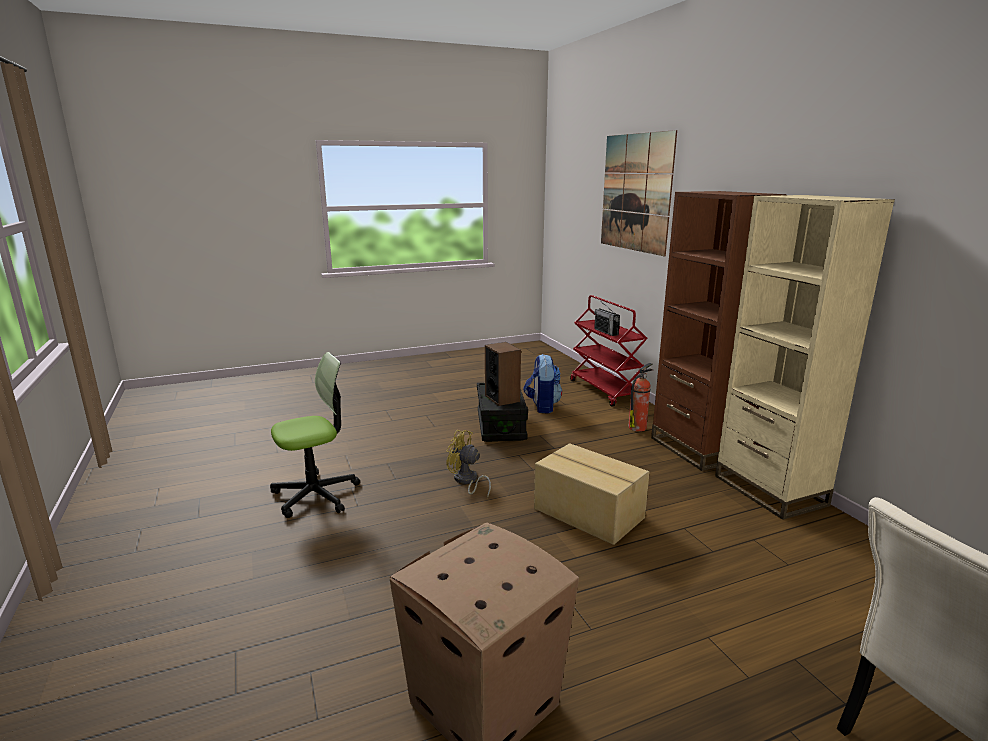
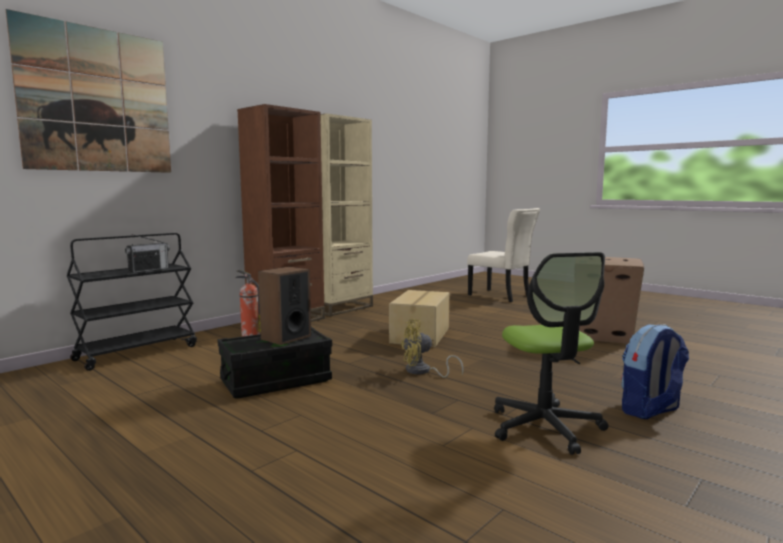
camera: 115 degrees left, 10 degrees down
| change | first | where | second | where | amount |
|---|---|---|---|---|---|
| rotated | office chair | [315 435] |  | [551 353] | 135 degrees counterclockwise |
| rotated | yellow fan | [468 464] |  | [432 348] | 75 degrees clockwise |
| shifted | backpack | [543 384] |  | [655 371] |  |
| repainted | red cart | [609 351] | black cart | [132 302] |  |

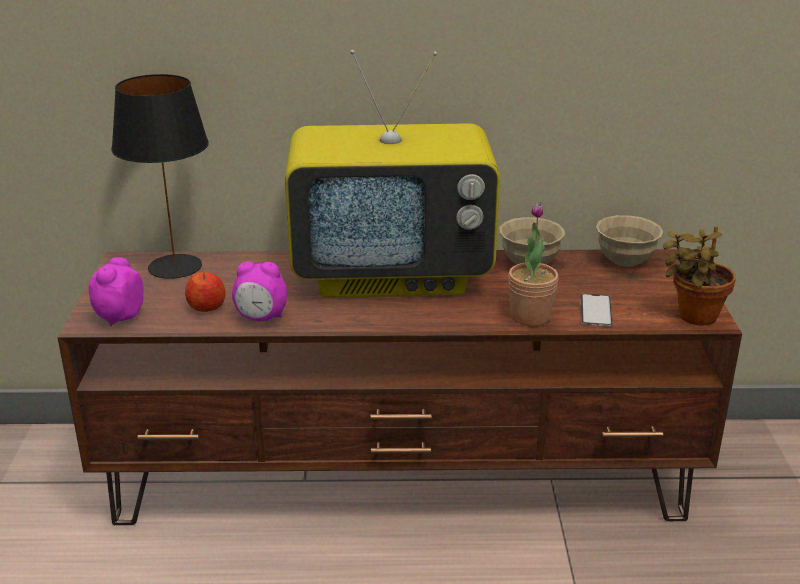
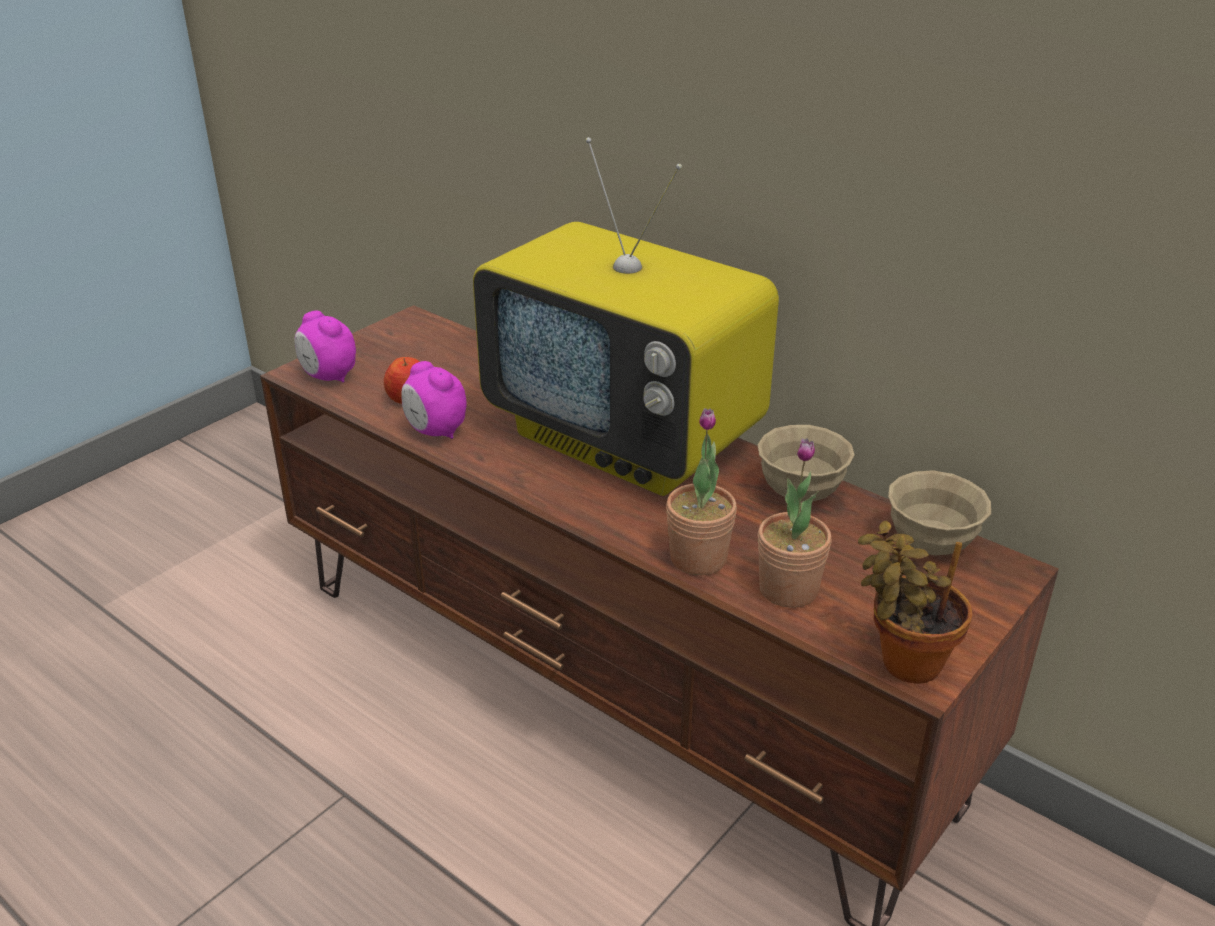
camera: 40 degrees right, 5 degrees up
| change | first | where | second | where | amount |
|---|---|---|---|---|---|
| rotated | alarm clock | [116 291] |  | [325 347] | 105 degrees counterclockwise |
| gone | black table lamp | [160 176] |  |  |  |
| swapped | phone | [597 310] | potted plant | [795 523] |  |

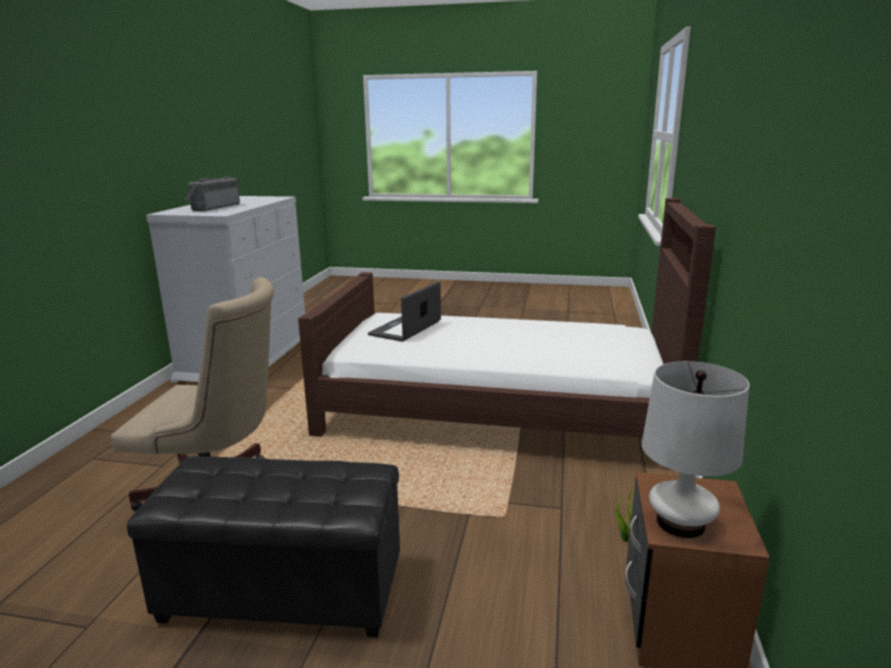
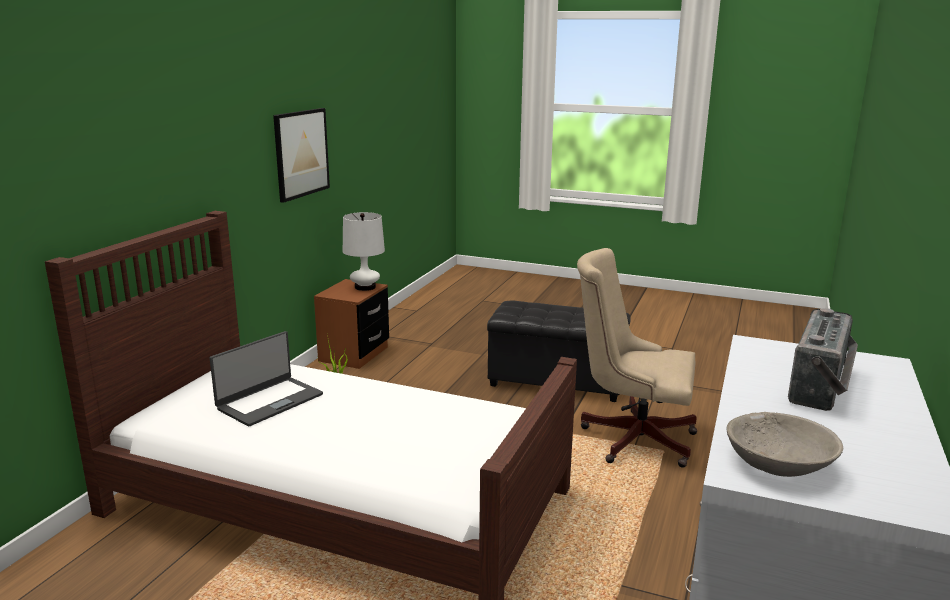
camera: 170 degrees left, 0 degrees up
| change | first | where | second | where | amount |
|---|---|---|---|---|---|
| shifted | laptop | [404 311] |  | [266 378] |  |
| new |  |  | picture | [301 155] |  |
| new |  |  | grey bowl | [784 444] |  |

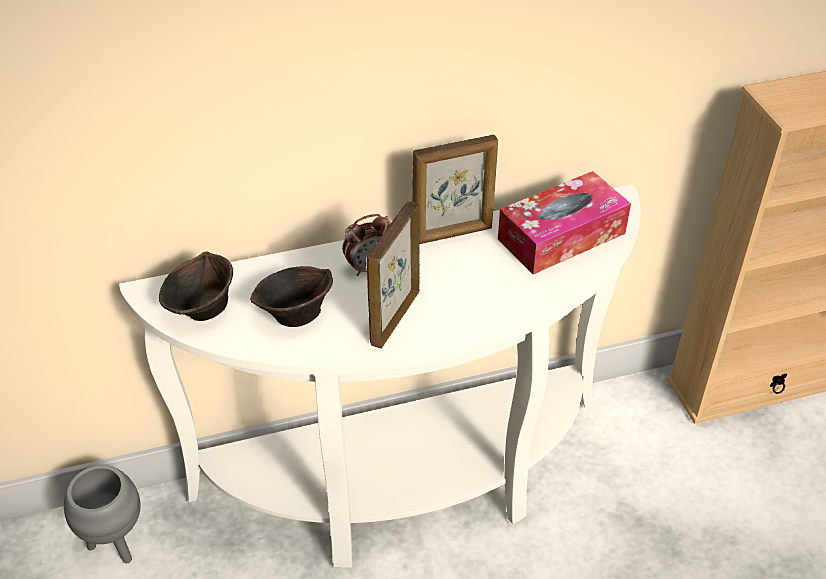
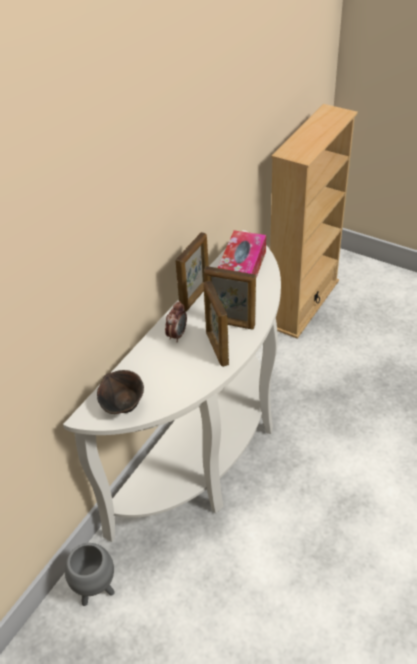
camera: 40 degrees left, 0 degrees up
| change | first | where | second | where | amount |
|---|---|---|---|---|---|
| gone | brown bowl | [291 296] |  |  |  |
| new |  |  | picture frame | [230 298] |  |

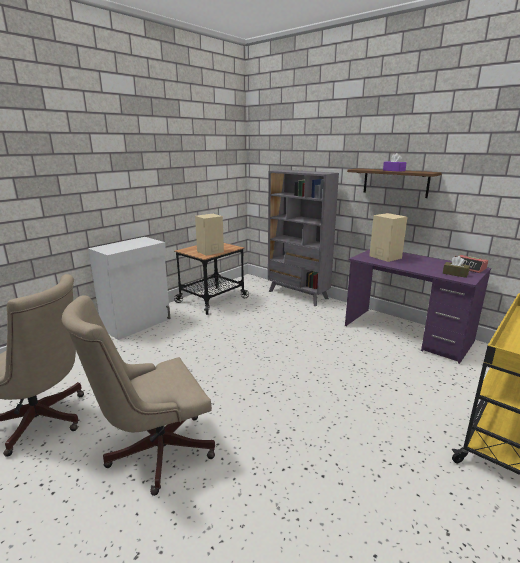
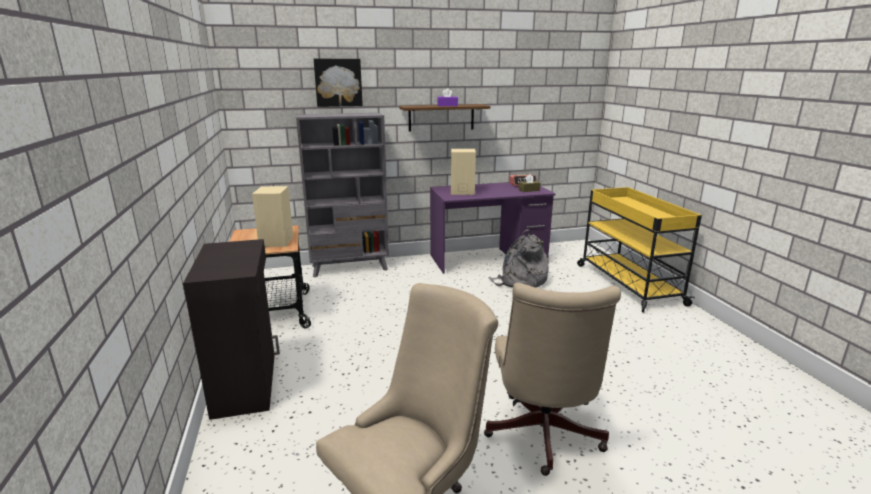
camera: 55 degrees left, 0 degrees up
| change | first | where | second | where | amount |
|---|---|---|---|---|---|
| repainted | white cabinet | [129 288] | black cabinet | [231 329] |  |
| new |  |  | picture | [338 83] |  |
| new |  |  | grey backpack | [518 258] |  |

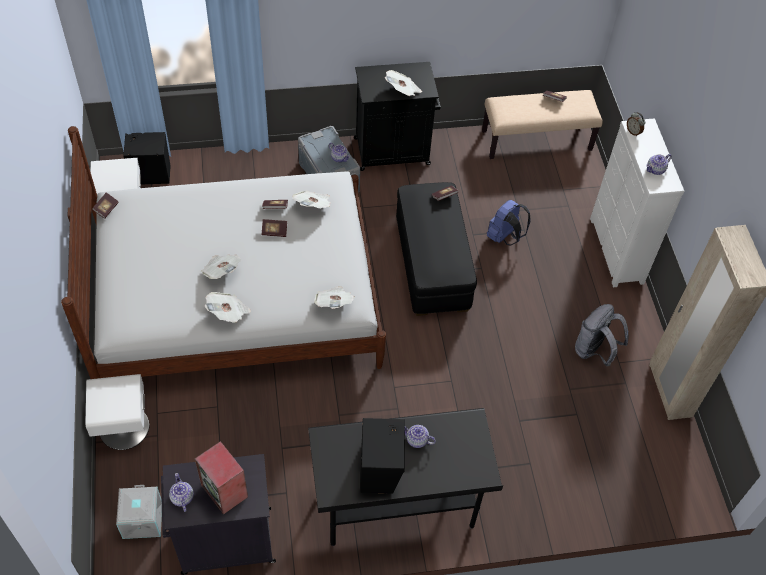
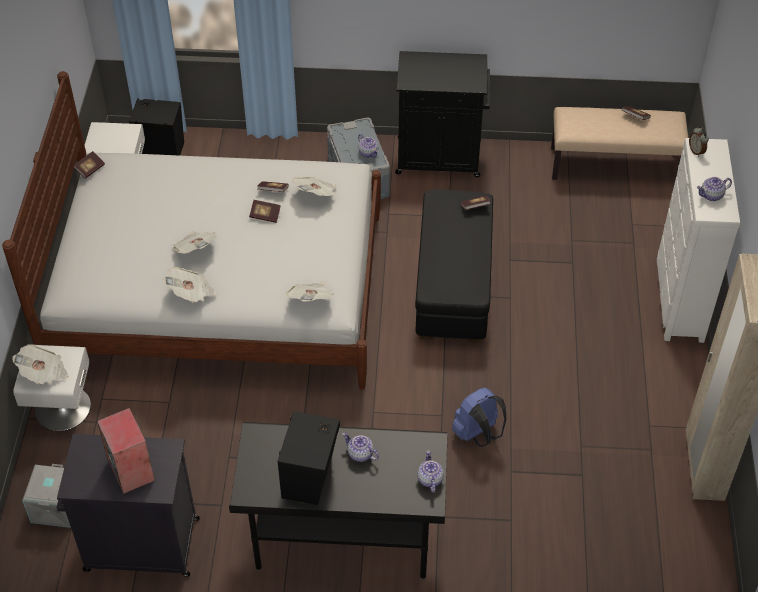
camera: 15 degrees right, 5 degrees down
| change | first | where | second | where | amount |
|---|---|---|---|---|---|
| shifted | teapot | [181 492] |  | [430 471] |  |
| shifted | newspaper | [403 83] |  | [40 364] |  |
| shifted | blue backpack | [509 222] |  | [479 417] |  |
| gone | grey backpack | [602 335] |  |  |  |

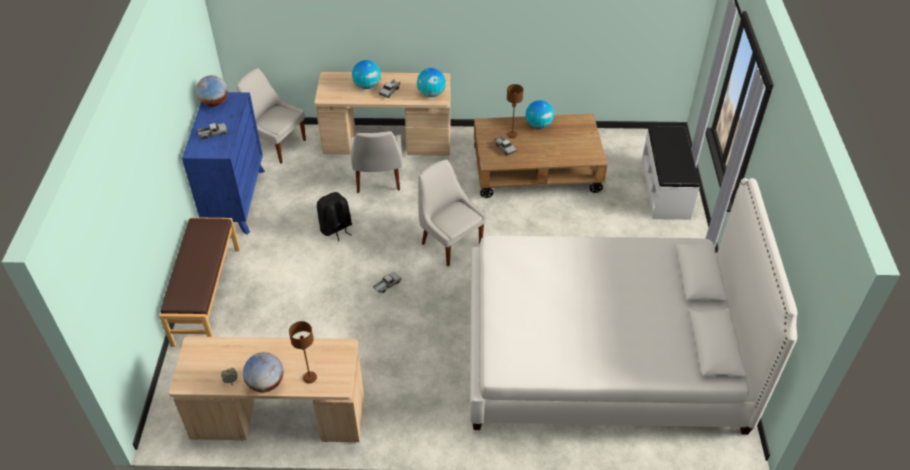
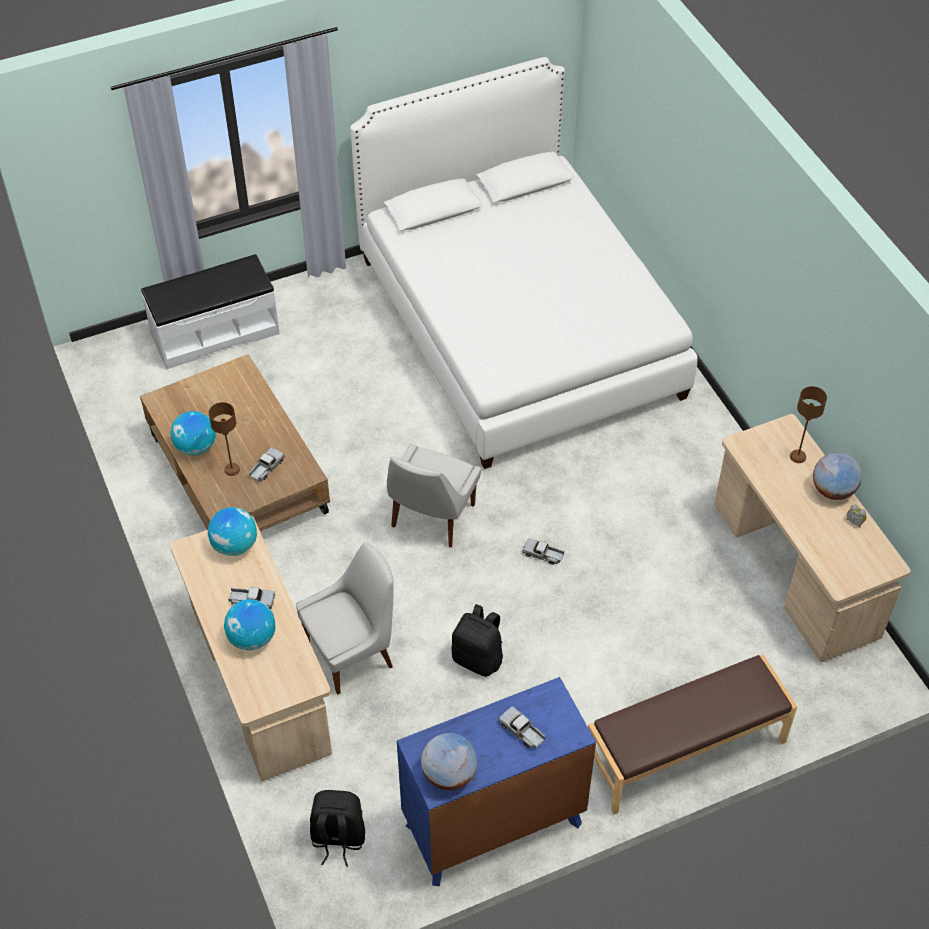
camera: 115 degrees left, 5 degrees up
| change | first | where | second | where | amount |
|---|---|---|---|---|---|
| swapped | white chair | [271 116] | black backpack | [337 828] |  |

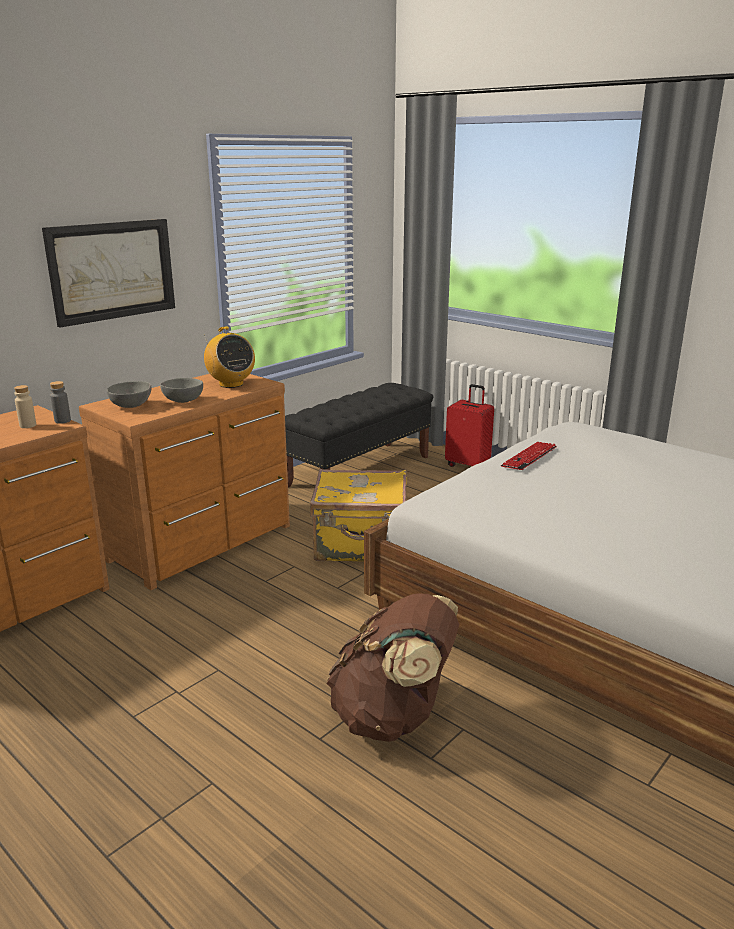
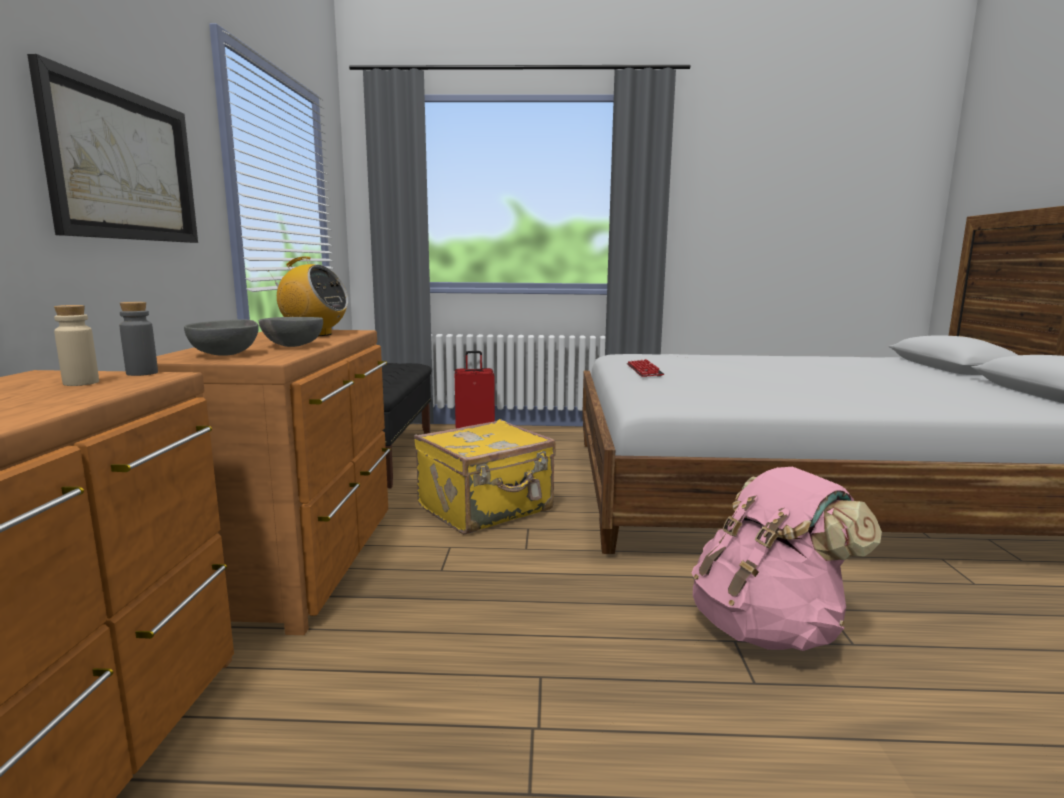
camera: 40 degrees left, 10 degrees down
| change | first | where | second | where | amount |
|---|---|---|---|---|---|
| repainted | brown backpack | [393 667] | pink backpack | [787 559] |  |

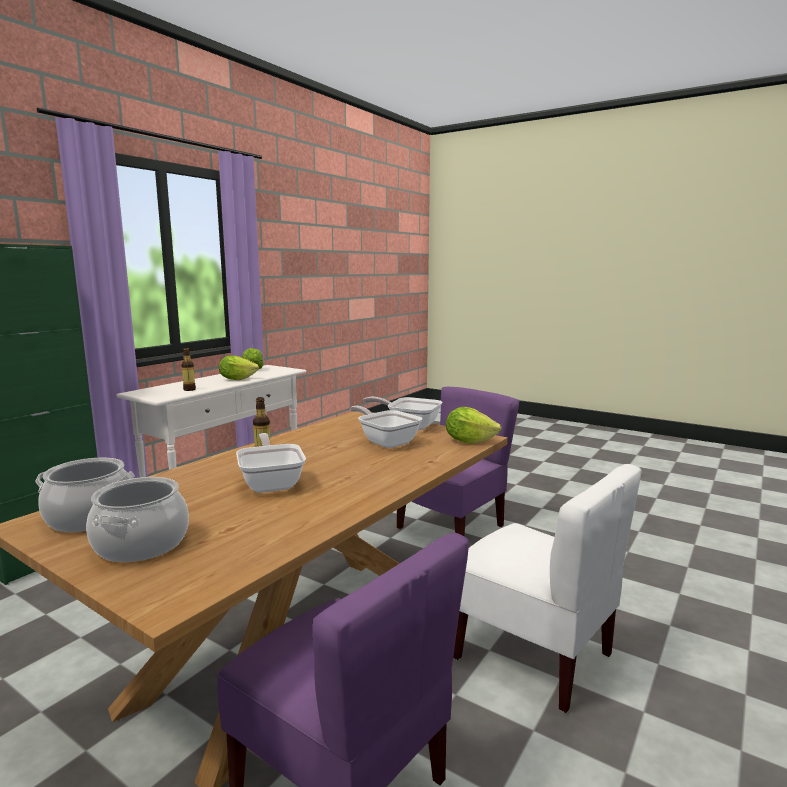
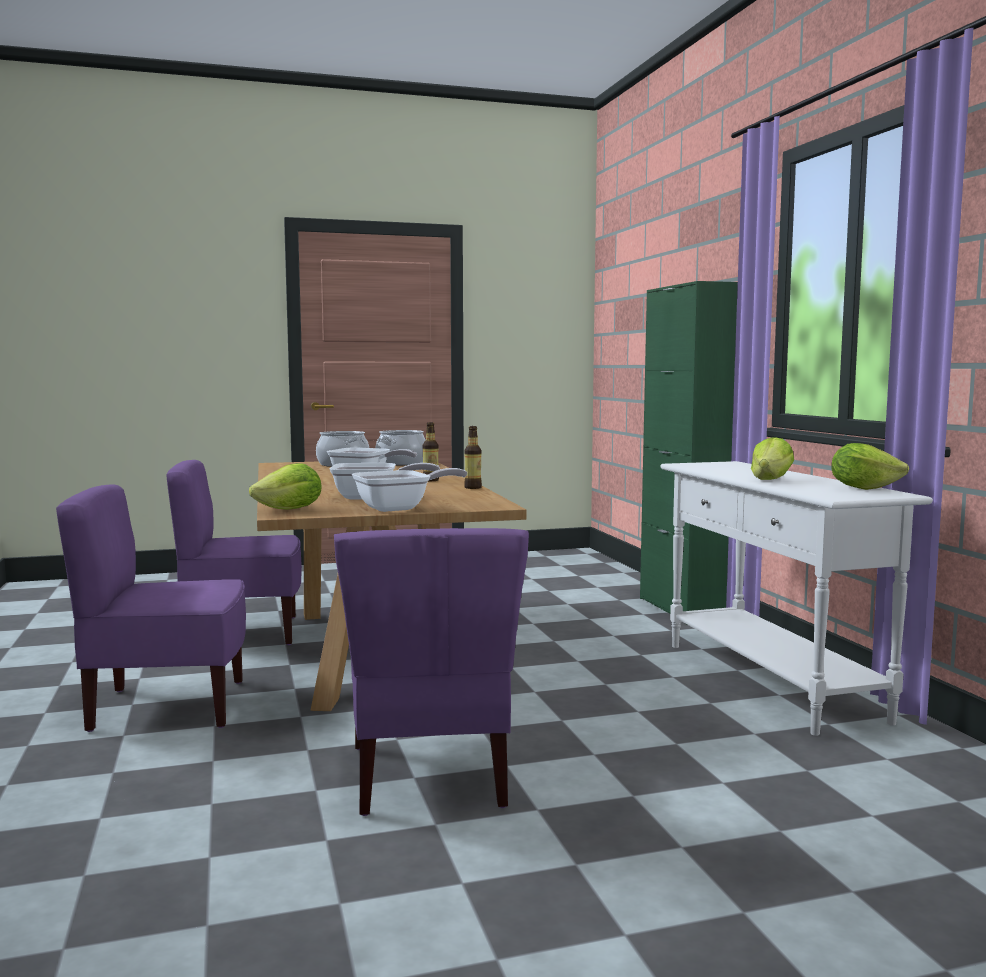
camera: 130 degrees right, 5 degrees down
| change | first | where | second | where | amount |
|---|---|---|---|---|---|
| shifted | bottle | [188 369] |  | [473 457] |  |
| repainted | white chair | [547 588] | purple chair | [151 608] |  |

